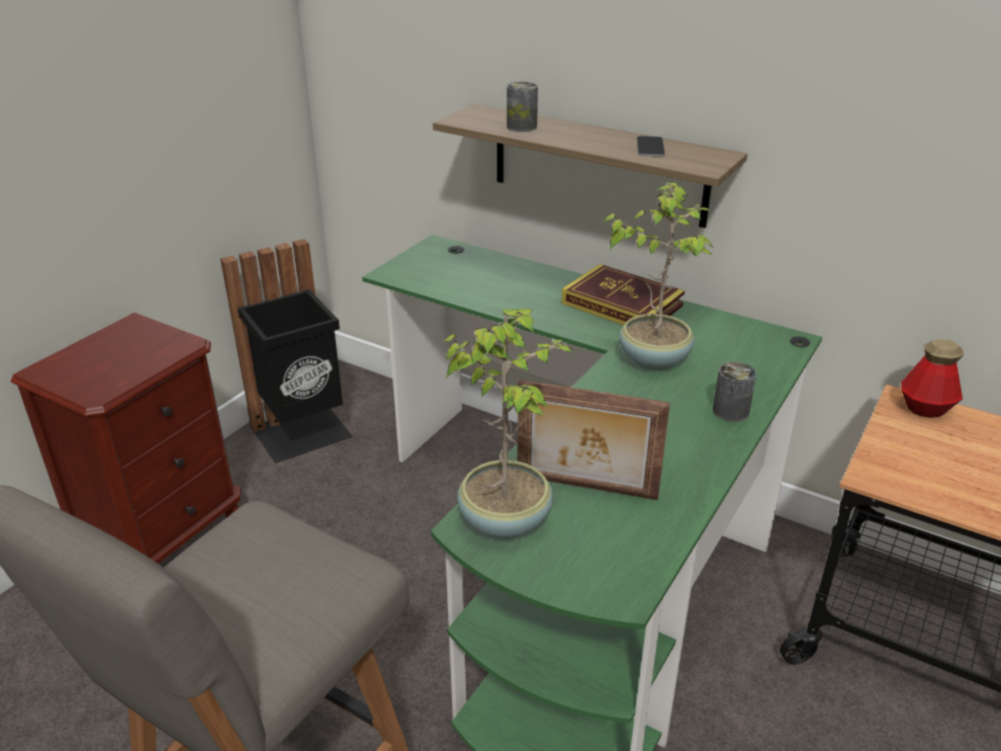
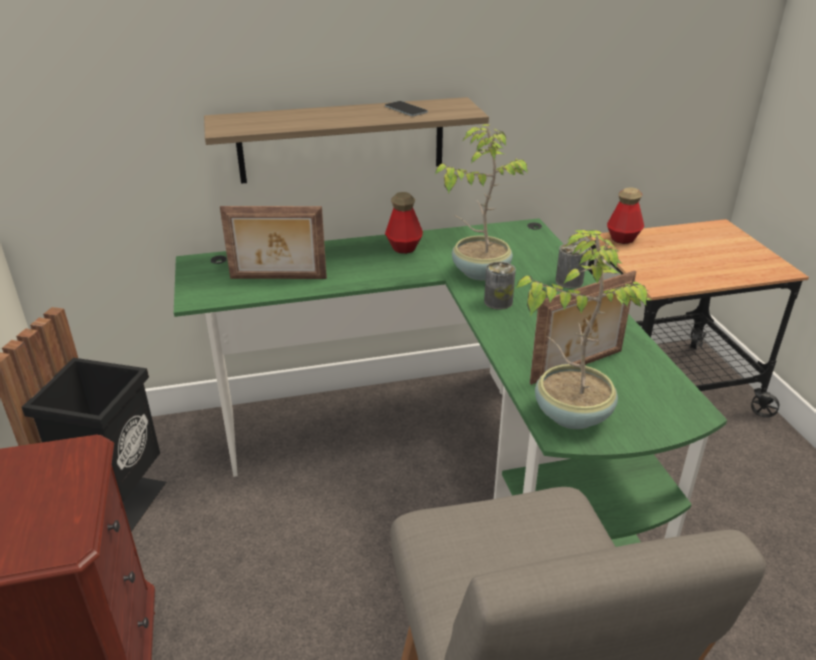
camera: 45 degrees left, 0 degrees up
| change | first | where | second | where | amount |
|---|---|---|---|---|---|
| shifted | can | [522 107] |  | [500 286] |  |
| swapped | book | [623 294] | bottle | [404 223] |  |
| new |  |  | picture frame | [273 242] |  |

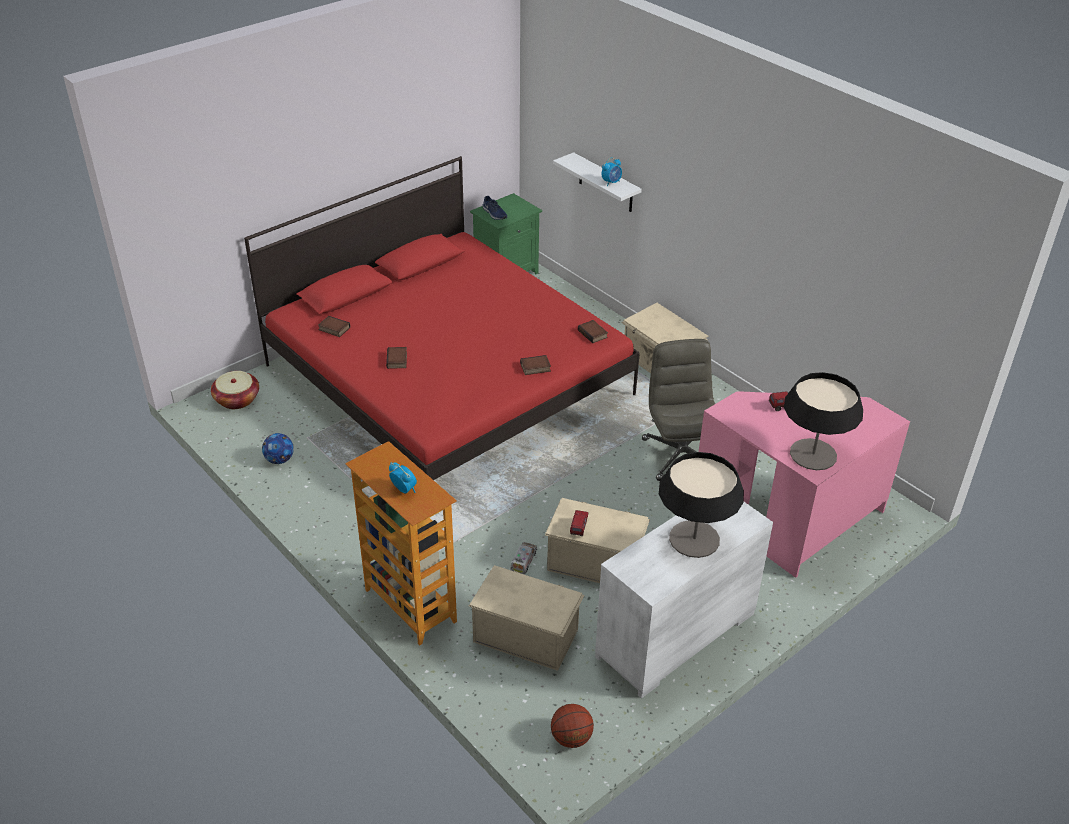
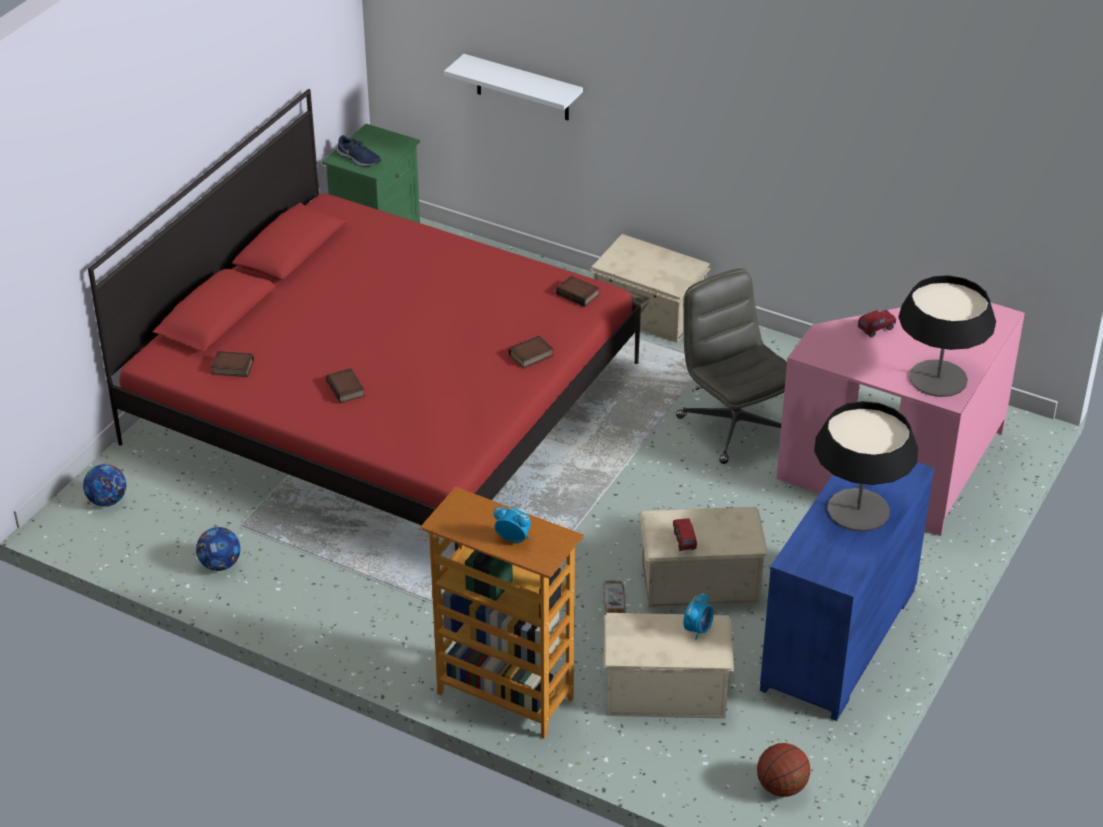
camera: 20 degrees left, 0 degrees up
| change | first | where | second | where | amount |
|---|---|---|---|---|---|
| swapped | basket | [235 390] | football | [104 485] |  |
| repainted | white dresser | [684 600] | blue dresser | [847 591] |  |
| shifted | alarm clock | [611 172] |  | [698 616] |  |

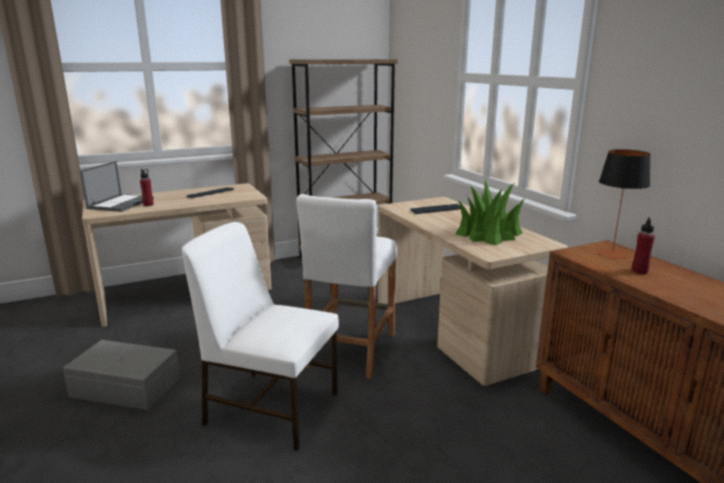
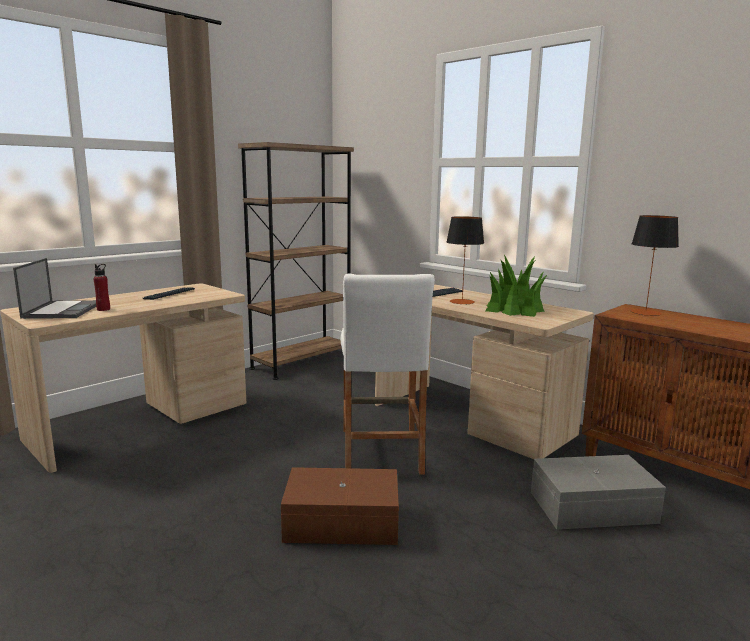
camera: 20 degrees left, 5 degrees down
| change | first | where | second | where | amount |
|---|---|---|---|---|---|
| shifted | grey storage box | [121 375] |  | [598 492] |  |
| swapped | white chair | [260 336] | brown storage box | [340 506] |  |
| gone | red bottle | [643 246] |  |  |  |
| new |  |  | table lamp | [465 260] |  |

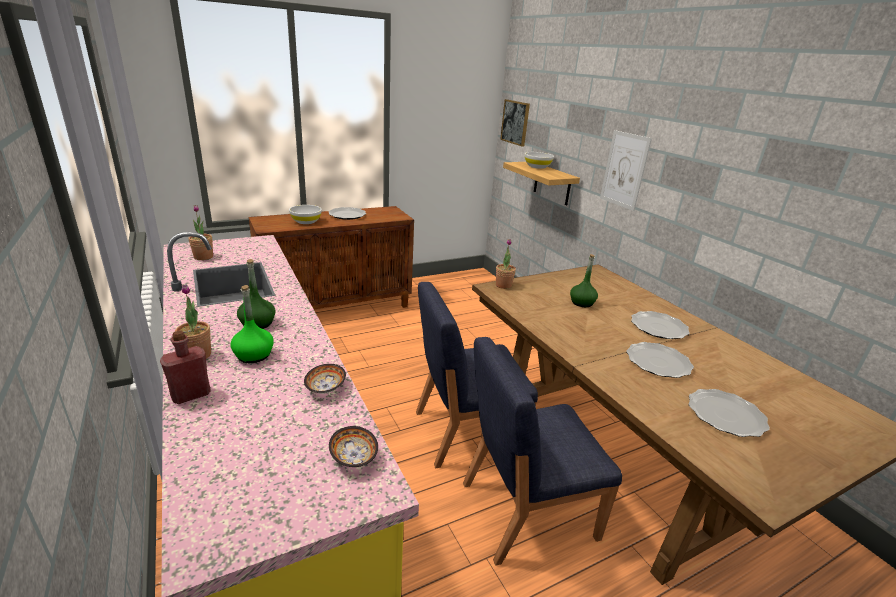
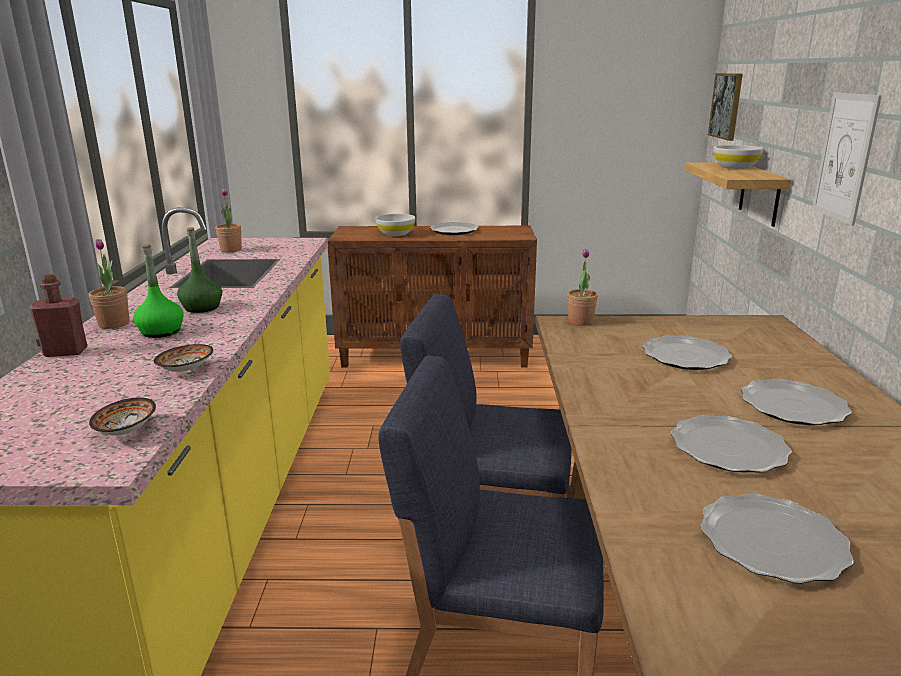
camera: 30 degrees right, 5 degrees down
| change | first | where | second | where | amount |
|---|---|---|---|---|---|
| swapped | green bottle | [584 280] | plate | [687 352] |  |

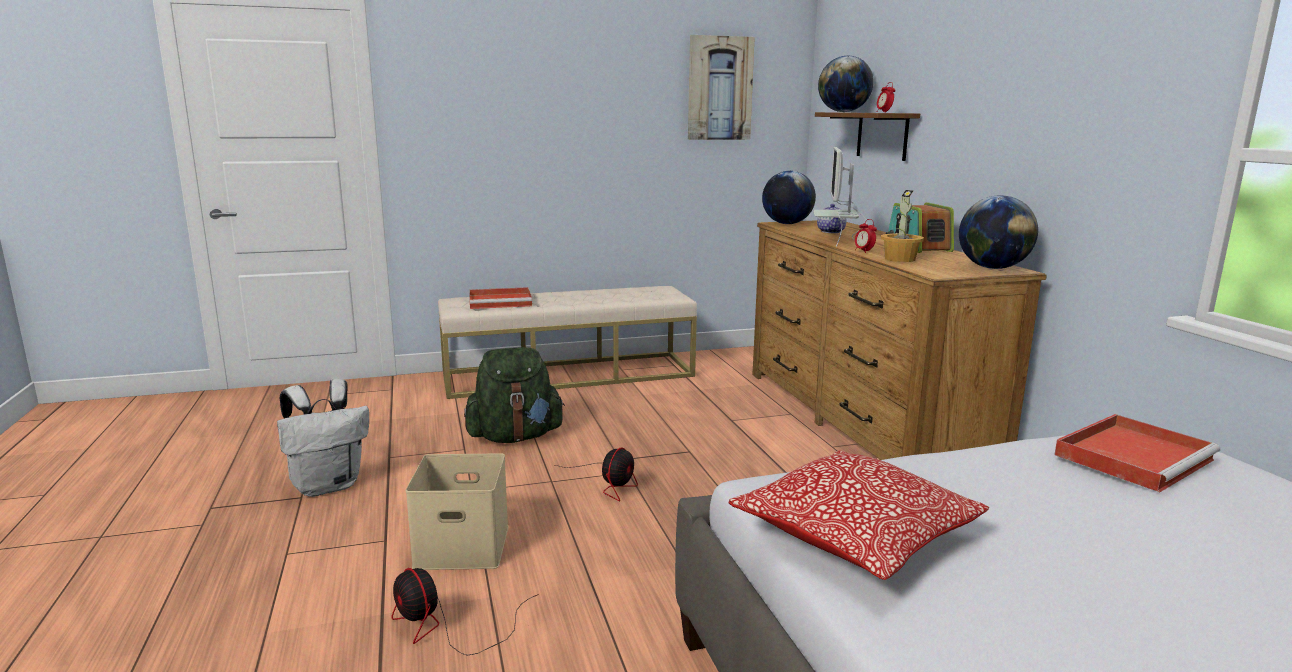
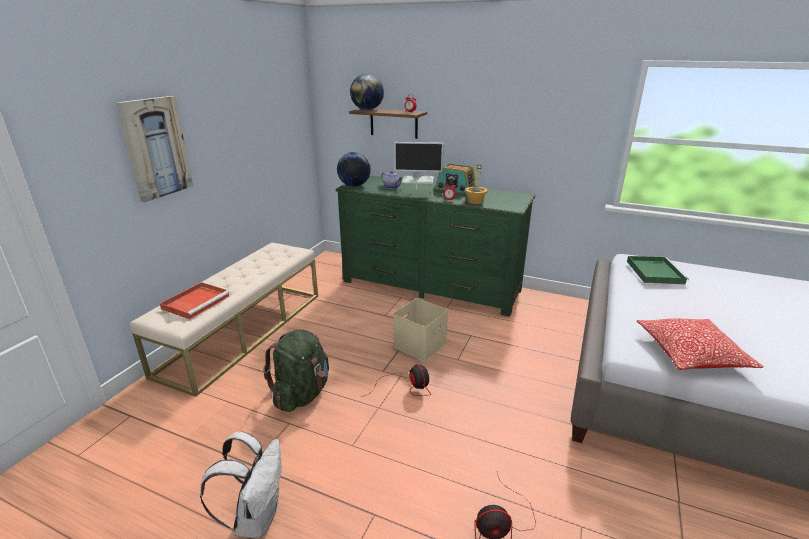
camera: 50 degrees left, 10 degrees up
| change | first | where | second | where | amount |
|---|---|---|---|---|---|
| shifted | beige storage box | [457 511] |  | [420 330] |  |
| shifted | picture | [721 87] |  | [154 149] |  |
| repainted | brown dresser | [899 340] | green dresser | [435 246] |  |
| rotated | monitor | [840 196] |  | [419 168] | 45 degrees counterclockwise |
| gone | globe | [998 232] |  |  |  |
| repainted | red tray | [1137 453] | green tray | [658 270] |  |

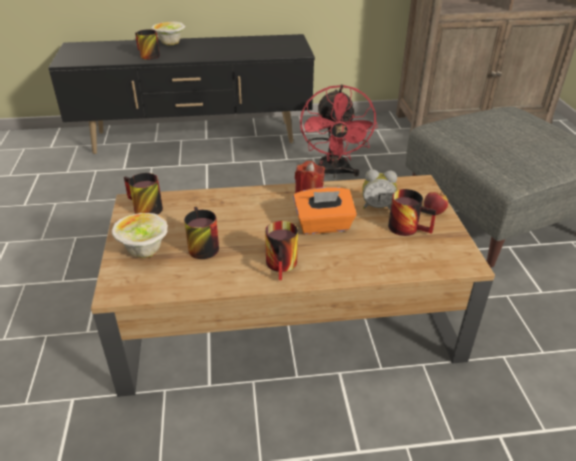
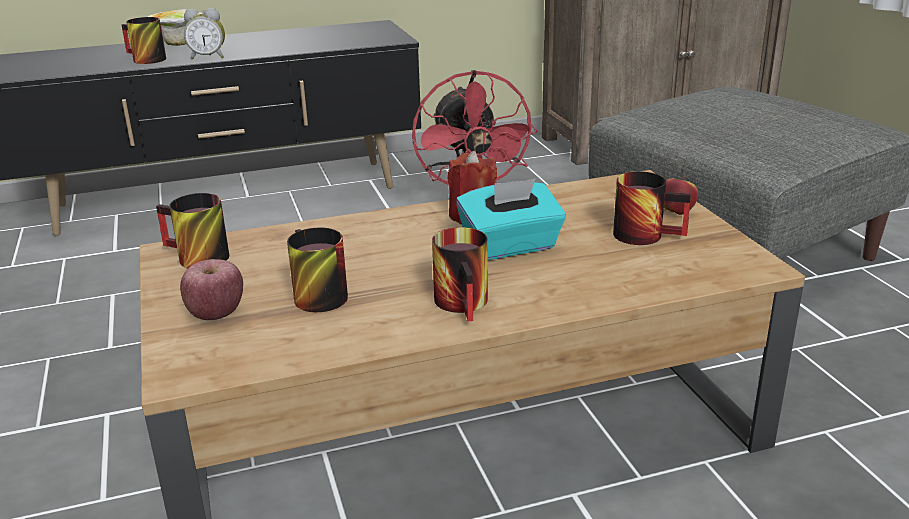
camera: 10 degrees left, 10 degrees down
| change | first | where | second | where | amount |
|---|---|---|---|---|---|
| swapped | bowl | [140 235] | apple | [211 289] |  |
| repainted | orange tissue box | [325 210] | turquoise tissue box | [511 219] |  |
| shifted | alarm clock | [379 189] |  | [204 34] |  |

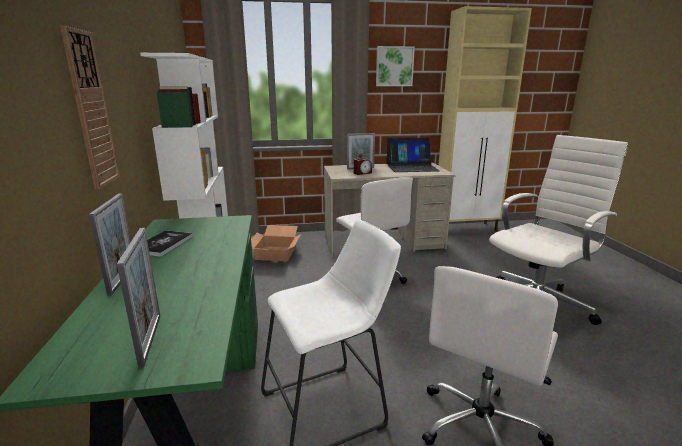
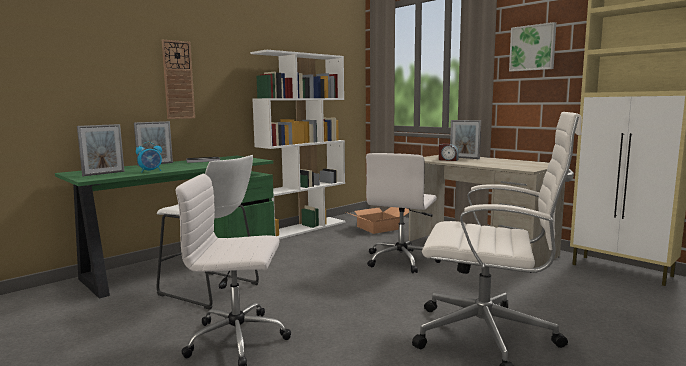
camera: 55 degrees right, 10 degrees down
| change | first | where | second | where | amount |
|---|---|---|---|---|---|
| gone | laptop | [413 155] |  |  |  |
| new |  |  | alarm clock | [149 157] |  |

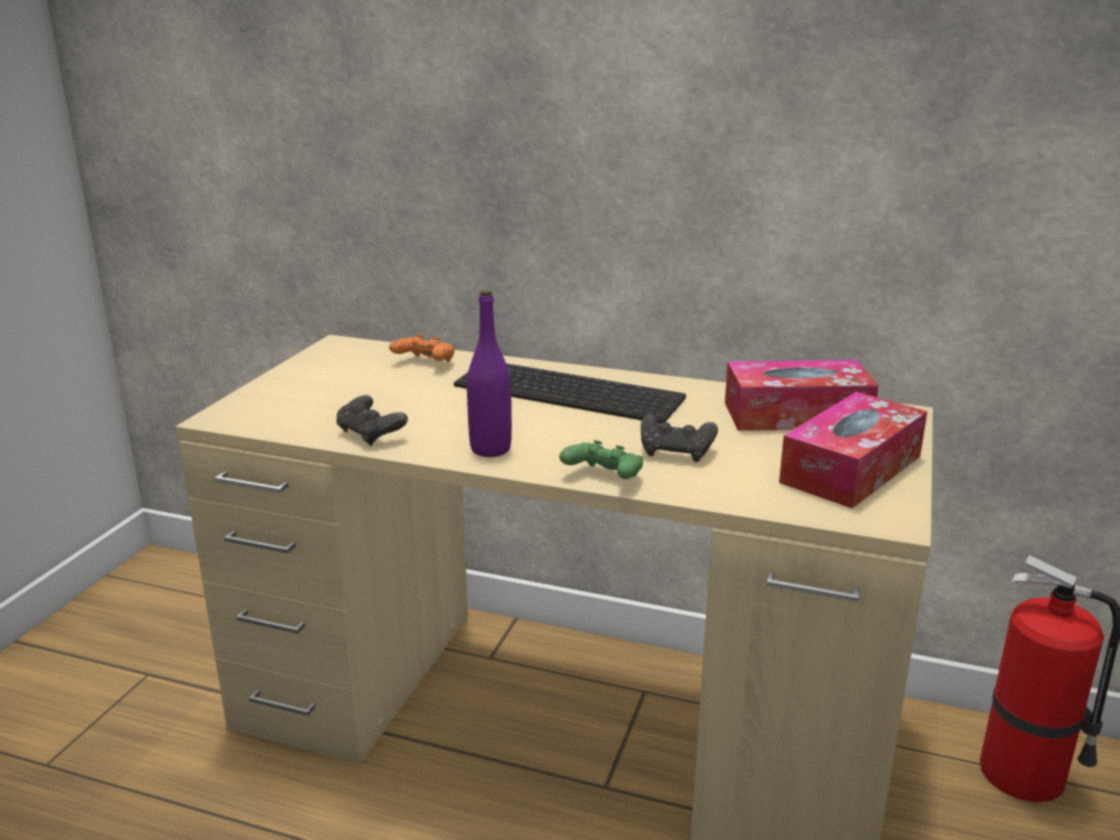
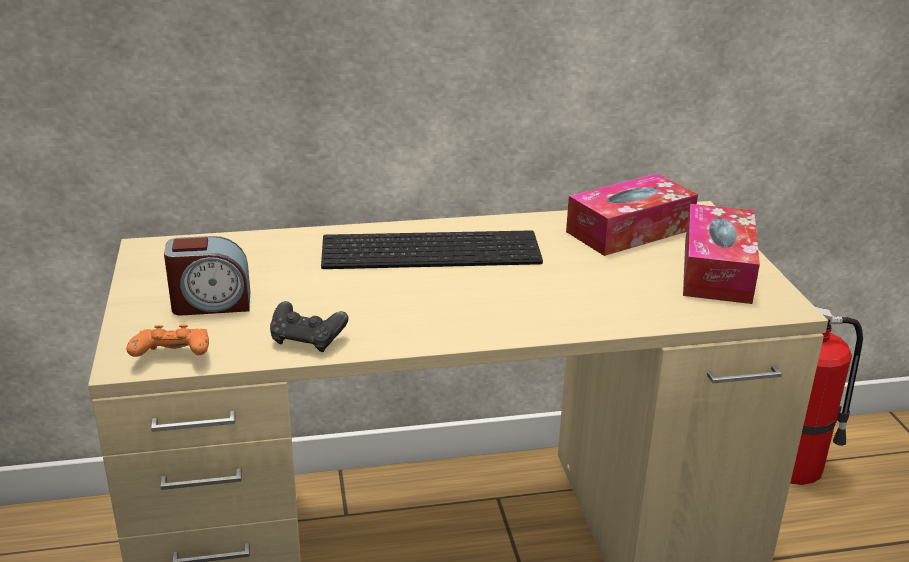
camera: 30 degrees left, 5 degrees up
| change | first | where | second | where | amount |
|---|---|---|---|---|---|
| shifted | orange game controller | [421 348] |  | [167 341] |  |
| gone | purple bottle | [489 373] |  |  |  |
| gone | green game controller | [601 459] |  |  |  |
| gone | black game controller | [679 438] |  |  |  |
| new |  |  | alarm clock | [207 275] |  |

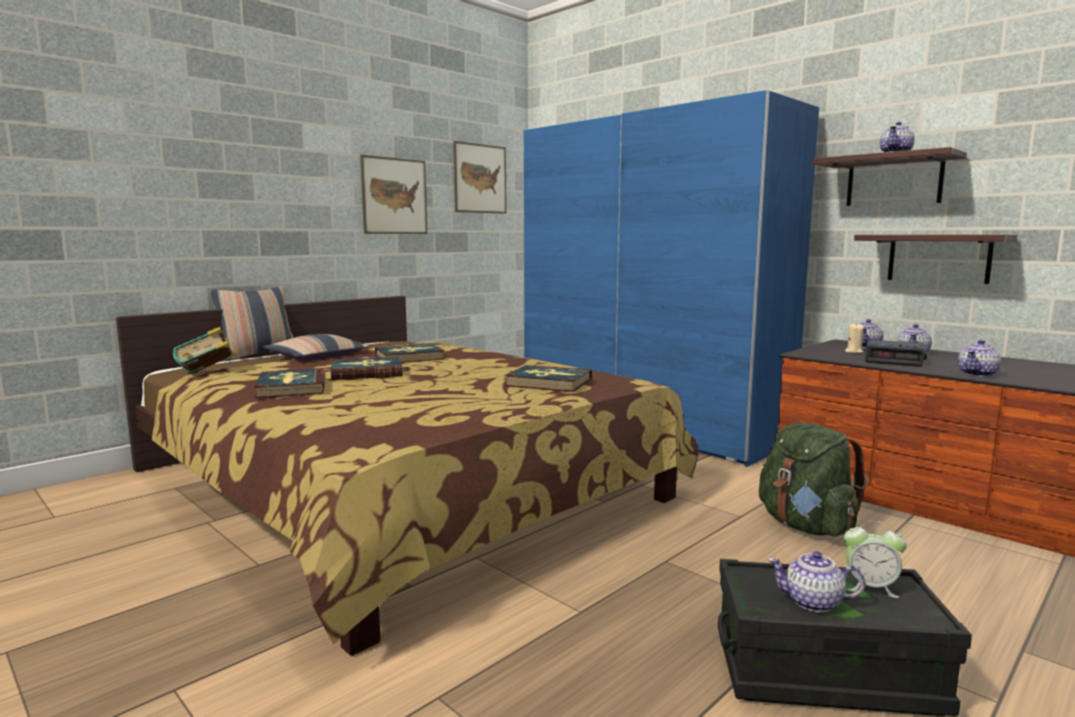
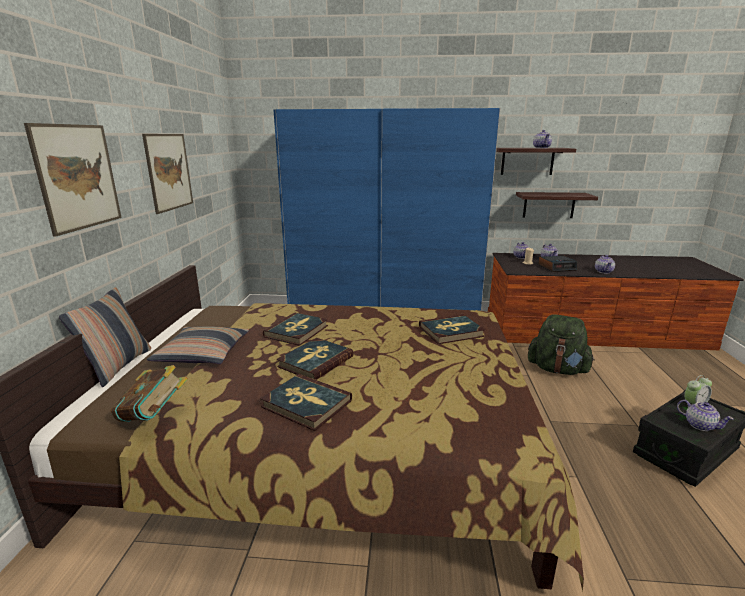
camera: 40 degrees left, 10 degrees up
| change | first | where | second | where | amount |
|---|---|---|---|---|---|
| shifted | picture | [480 177] |  | [73 180] |  |
| rotated | teapot | [816 581] |  | [705 415] | 105 degrees counterclockwise |

